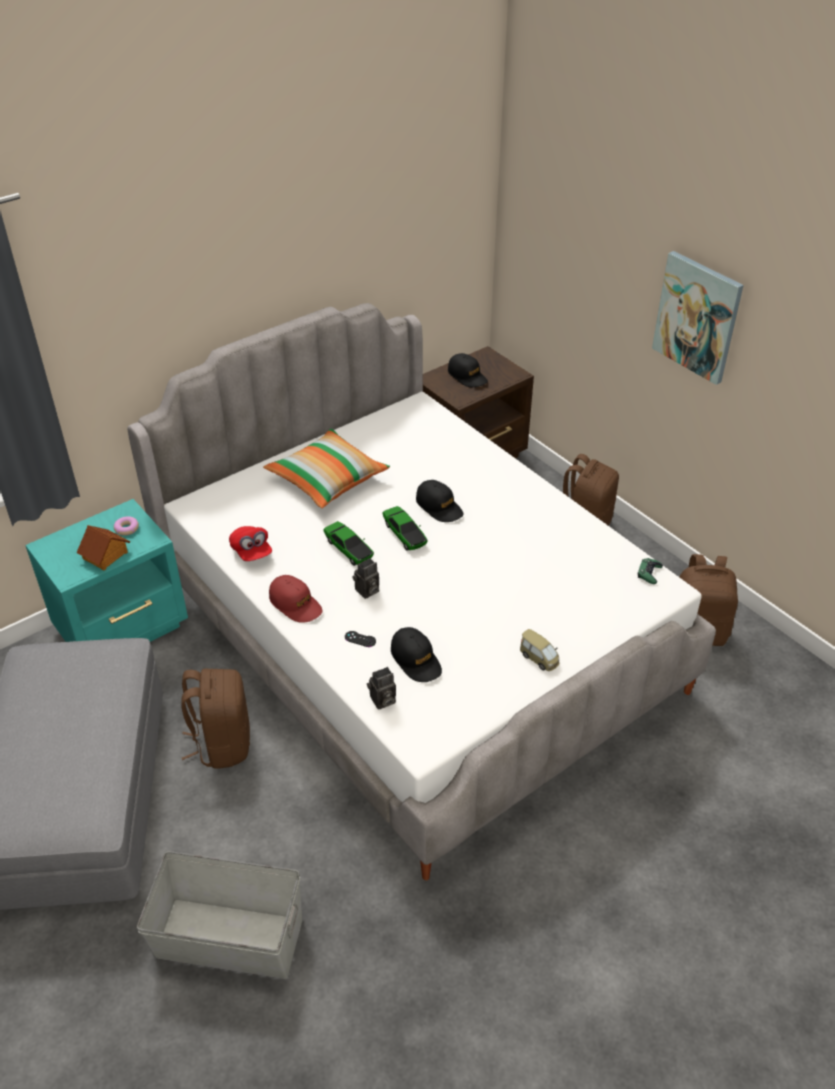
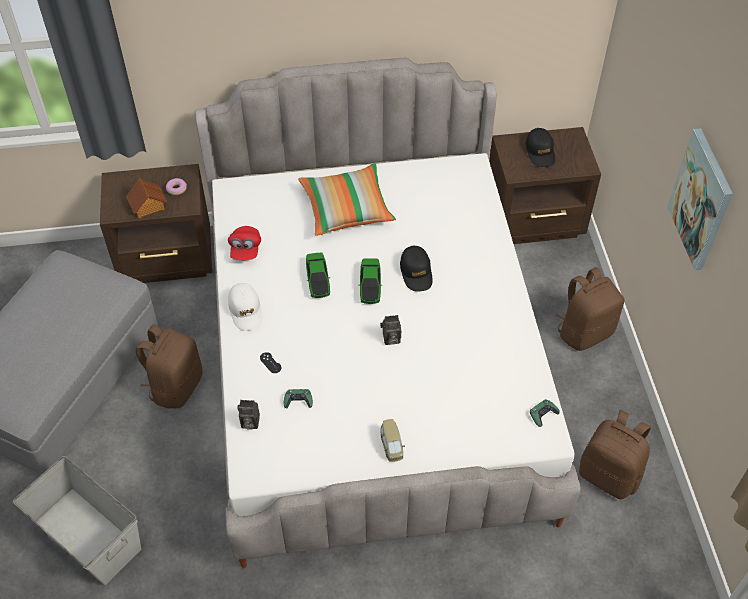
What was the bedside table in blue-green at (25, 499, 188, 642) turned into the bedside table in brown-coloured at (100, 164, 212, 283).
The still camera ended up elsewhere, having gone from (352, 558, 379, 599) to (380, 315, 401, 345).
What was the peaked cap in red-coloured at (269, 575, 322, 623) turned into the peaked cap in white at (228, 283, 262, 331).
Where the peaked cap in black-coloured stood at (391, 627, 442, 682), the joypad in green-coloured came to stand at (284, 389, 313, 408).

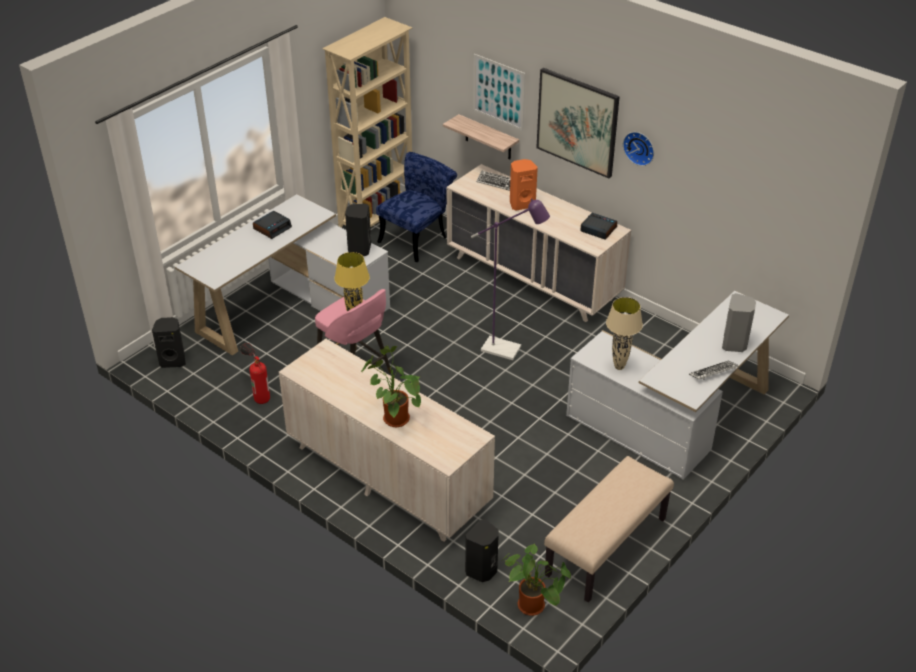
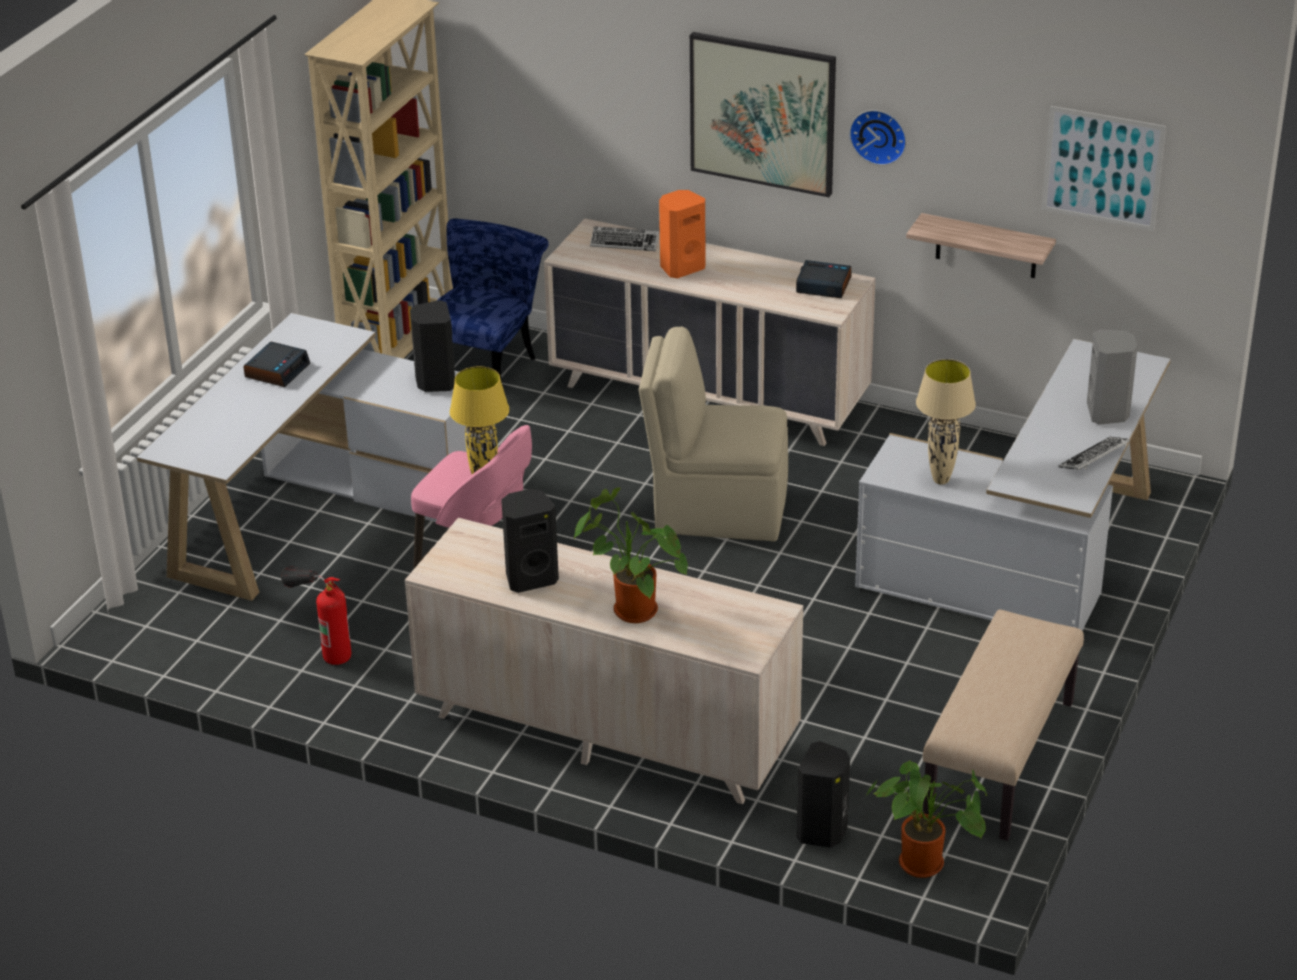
The wall art ended up elsewhere, having gone from (473, 54, 525, 131) to (1042, 106, 1166, 231).
The wall shelf ended up elsewhere, having gone from (443, 114, 519, 159) to (906, 213, 1056, 278).
Where the standard lamp in purplish stood at (471, 198, 550, 360), the upright chair in sand-coloured came to stand at (639, 327, 788, 541).
The speaker in black-coloured ended up elsewhere, having gone from (152, 317, 186, 368) to (501, 489, 559, 593).

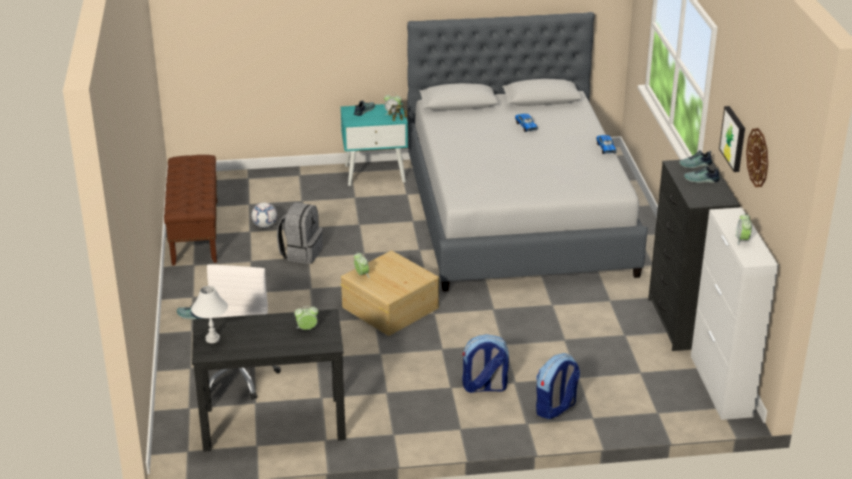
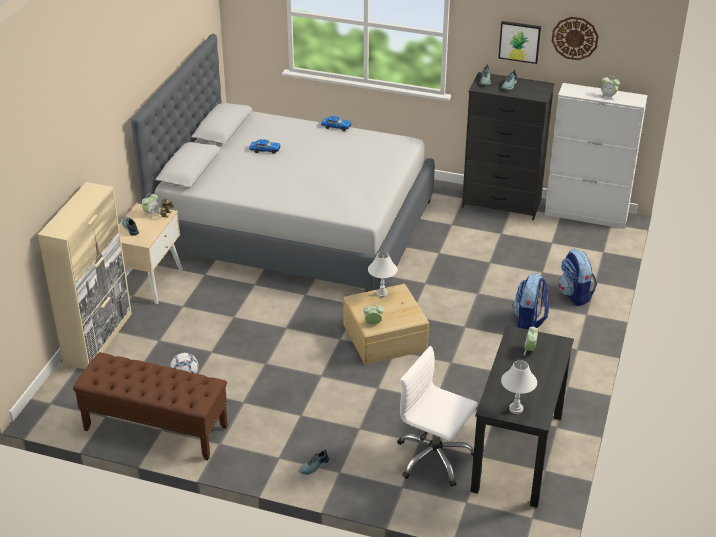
What was the bedside table in blue-green at (341, 103, 408, 186) turned into the bedside table in sand-coloured at (119, 203, 183, 304).
The second view lost the knapsack in greyish at (277, 203, 323, 264).
The second view gained the storage cabinet in sand-coloured at (38, 182, 132, 369).
The second view gained the table lamp in white at (368, 252, 397, 298).

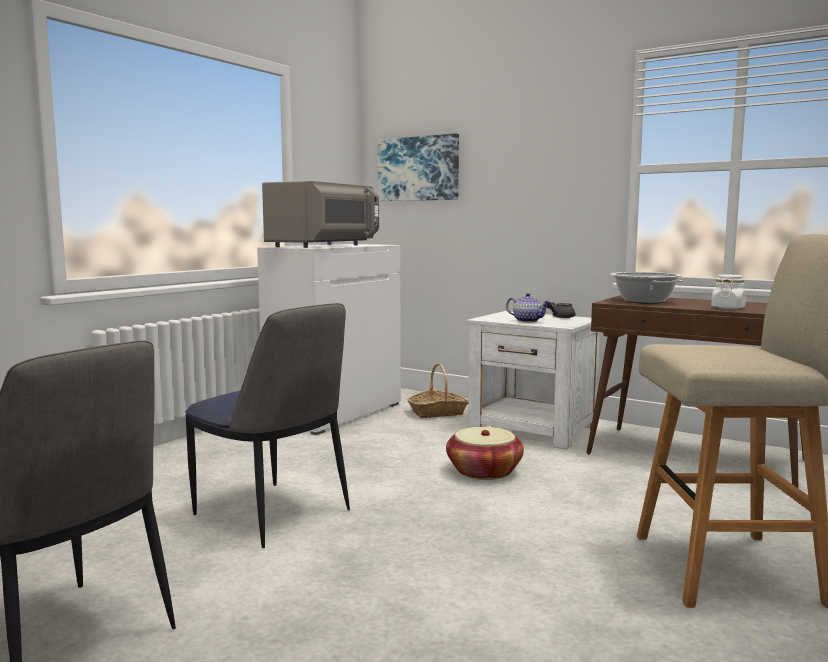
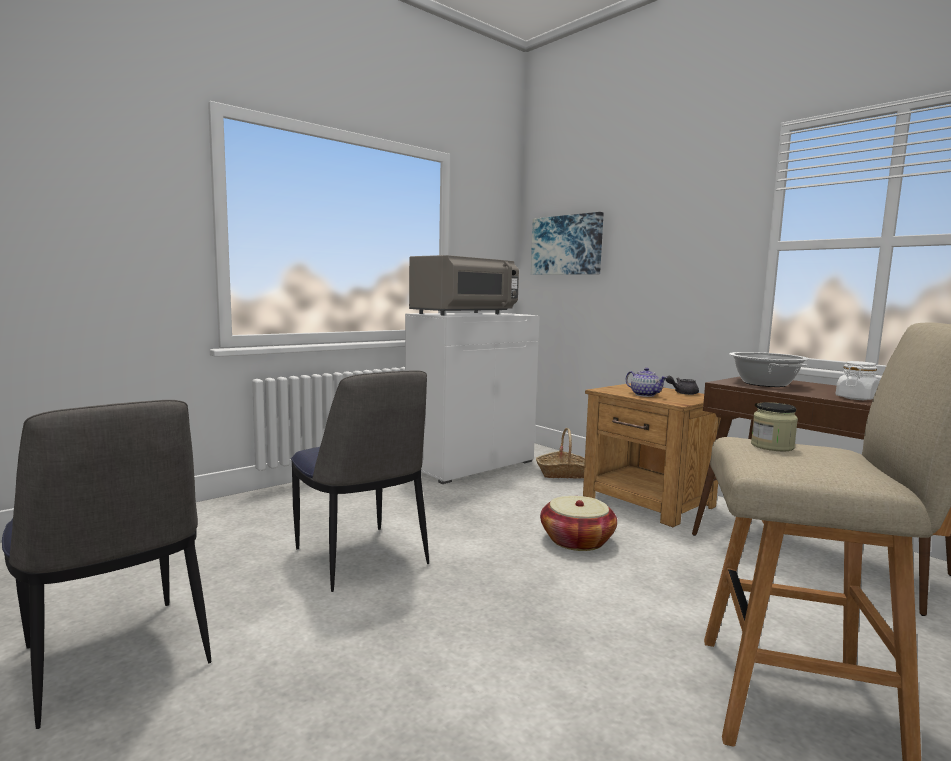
What was the bedside table in white at (466, 311, 600, 450) turned into the bedside table in brown-coloured at (583, 383, 721, 527).
The second view gained the preserve jar at (751, 402, 798, 451).

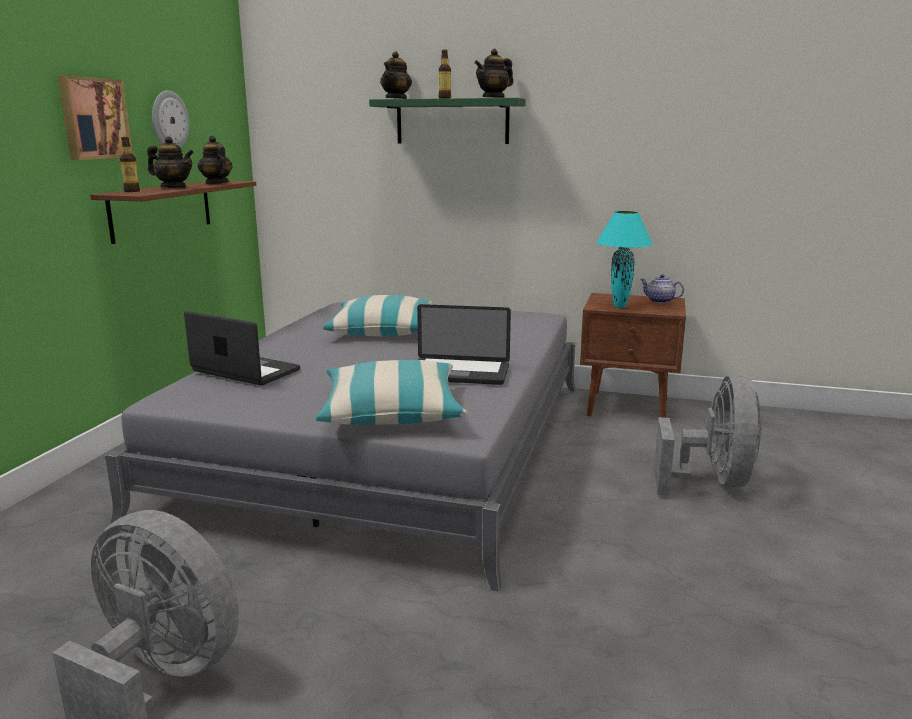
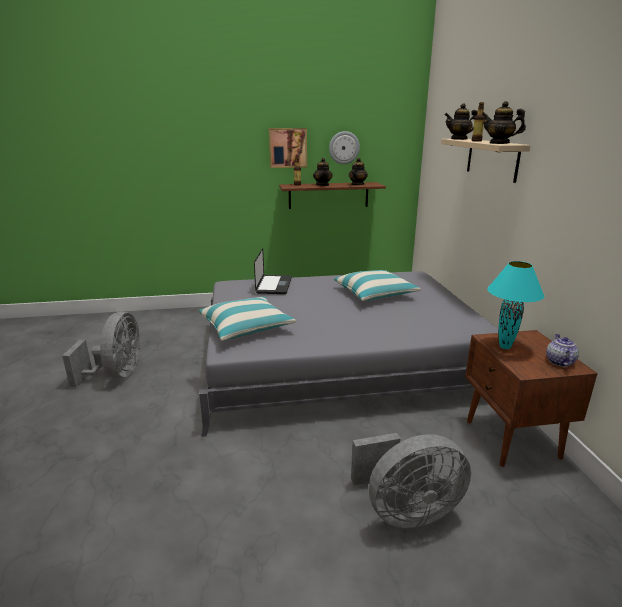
What was the wall shelf in green-coloured at (369, 98, 526, 144) turned into the wall shelf in sand-coloured at (441, 139, 531, 183).
The second view lost the laptop at (417, 304, 511, 385).

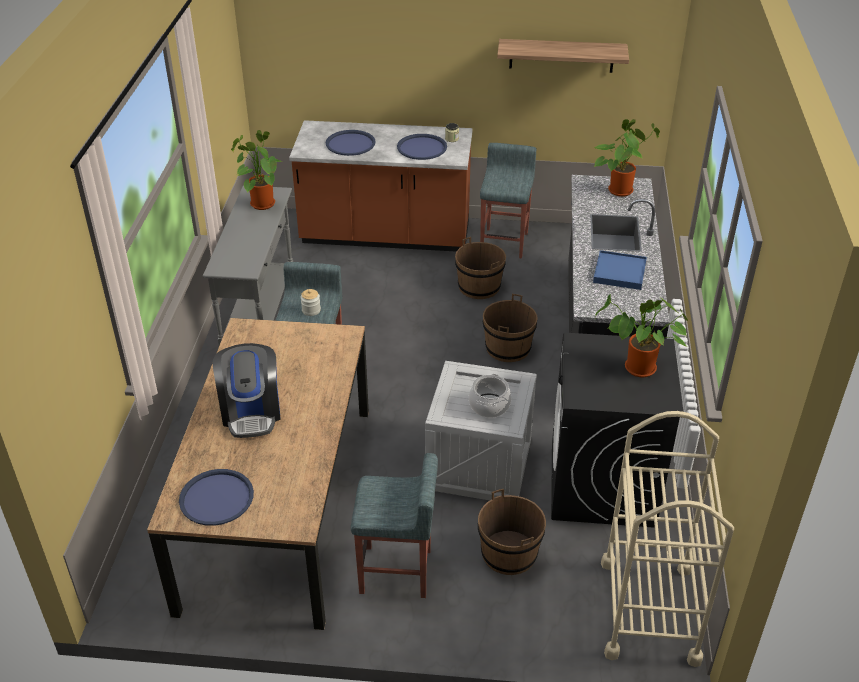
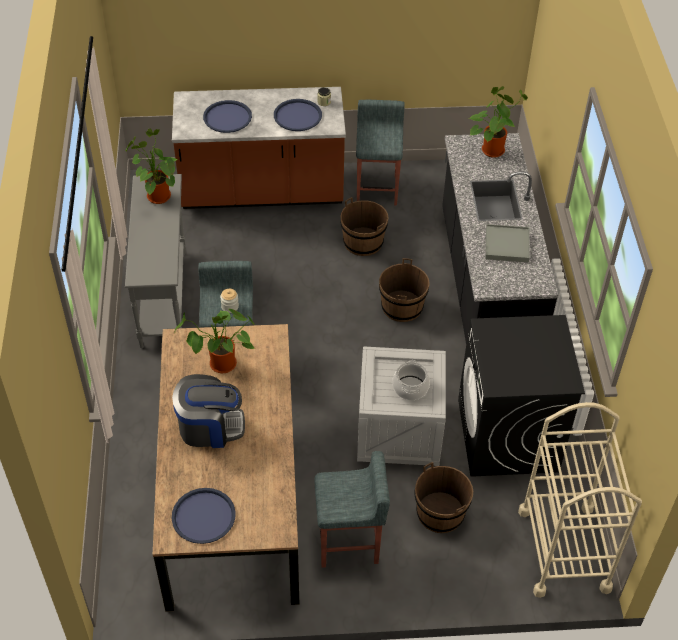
The second view lost the wall shelf at (497, 39, 629, 73).
What was the carrying tray in blue-coloured at (593, 250, 647, 290) turned into the carrying tray in greyish at (485, 224, 530, 263).
The plant in a pot ended up elsewhere, having gone from (595, 294, 688, 377) to (174, 309, 255, 373).
The coffee brewer at (213, 343, 281, 438) ended up facing another way, 75 degrees counterclockwise from before.

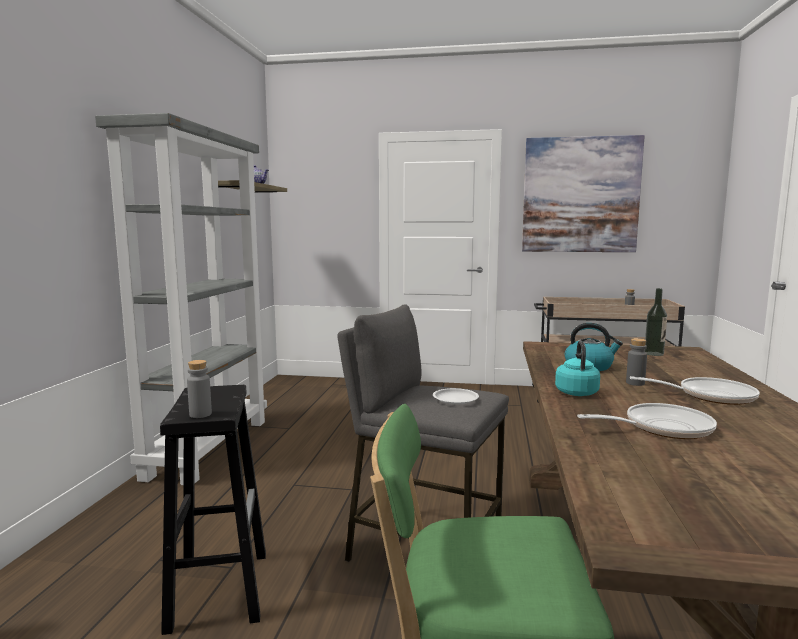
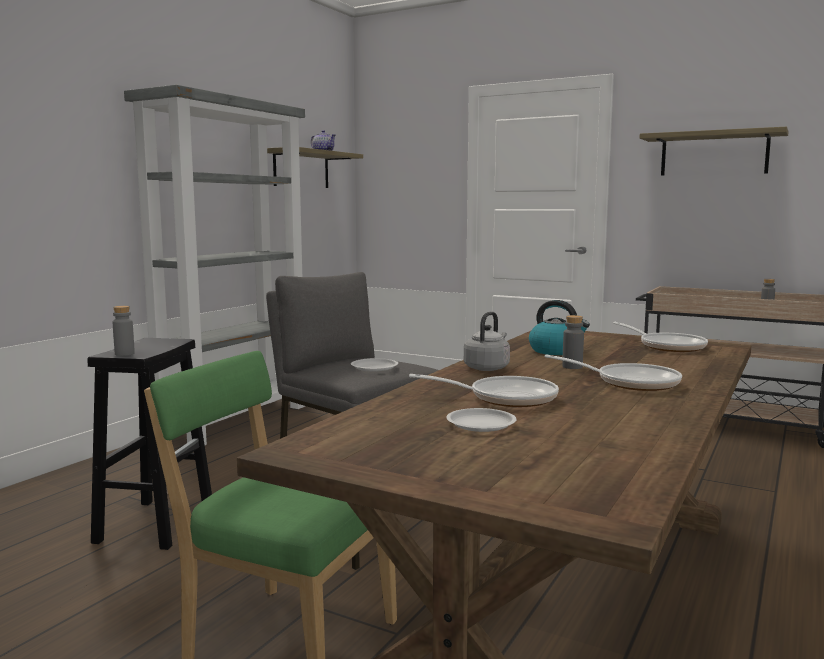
Where the wall art hung at (522, 135, 645, 252), the wall shelf came to hang at (640, 127, 789, 176).
Where the beverage bottle stood at (644, 288, 667, 356), the frying pan came to stand at (613, 322, 708, 352).
What was the water kettle in blue-green at (555, 341, 600, 396) turned into the water kettle in greyish at (464, 312, 510, 371).
The second view gained the dinner plate in white at (446, 408, 516, 432).

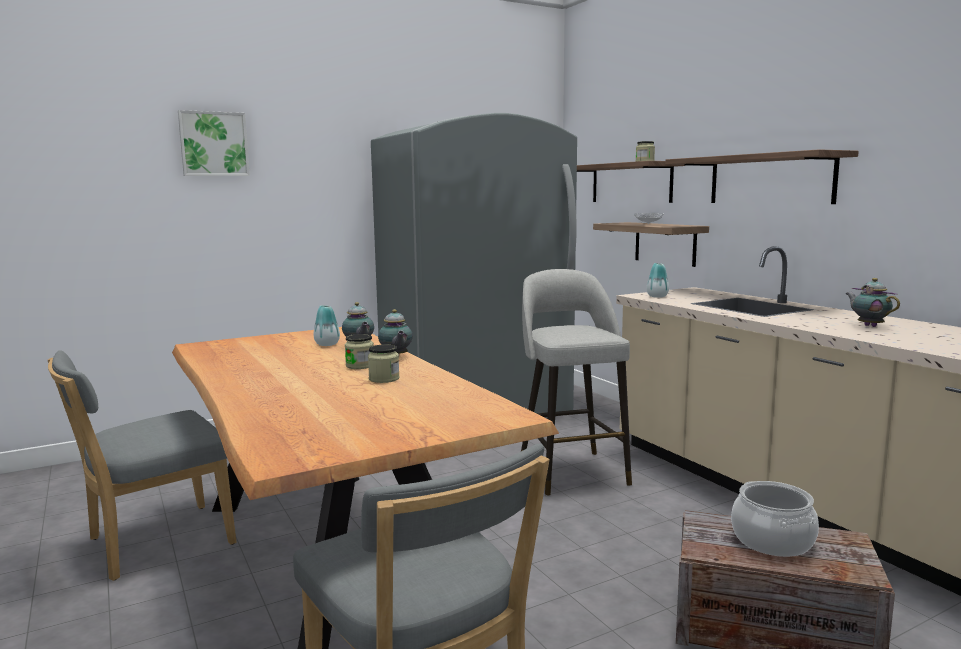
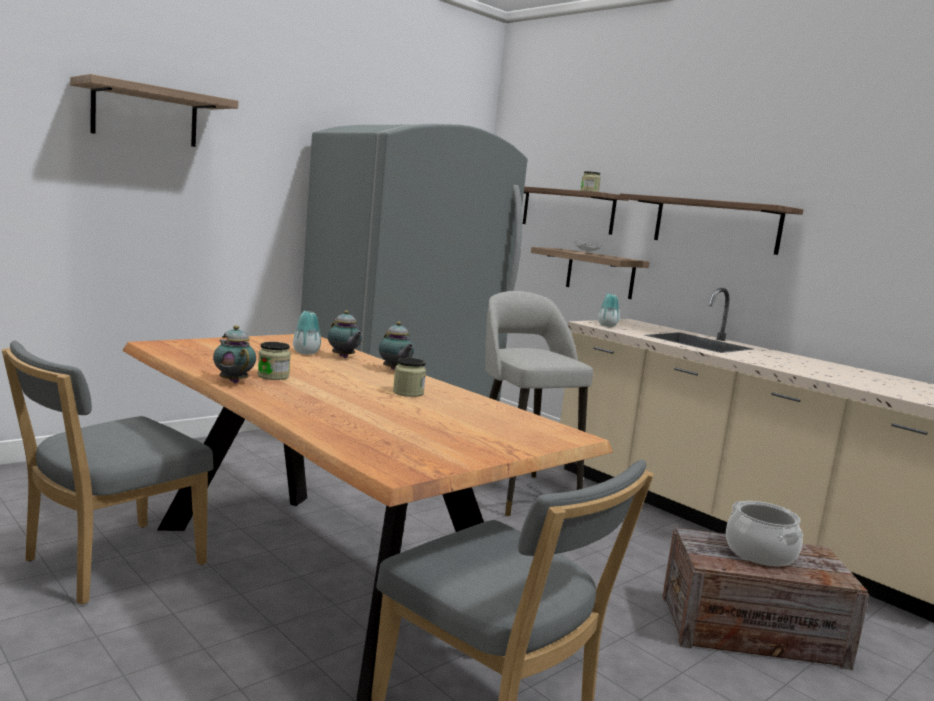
Where the wall art hung at (178, 110, 250, 176), the wall shelf came to hang at (70, 74, 238, 147).
The pot for tea ended up elsewhere, having gone from (845, 278, 900, 327) to (213, 325, 256, 383).
The preserve jar ended up elsewhere, having gone from (345, 334, 374, 369) to (258, 342, 291, 380).

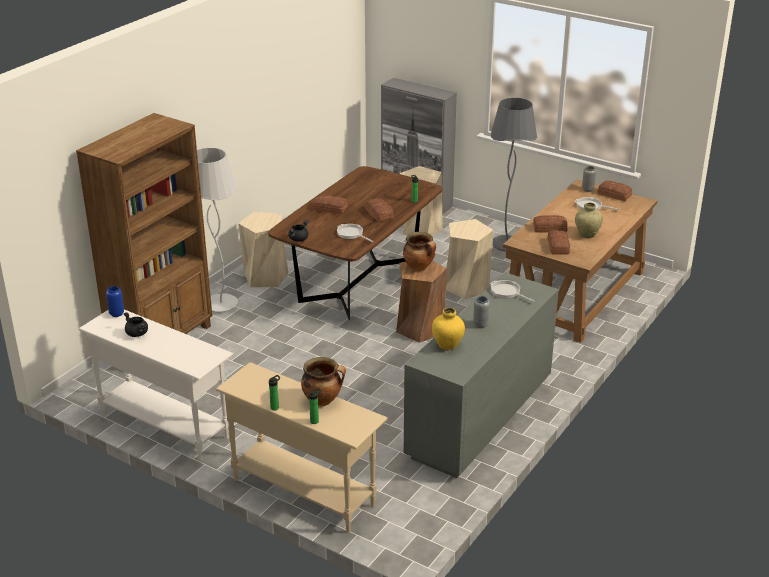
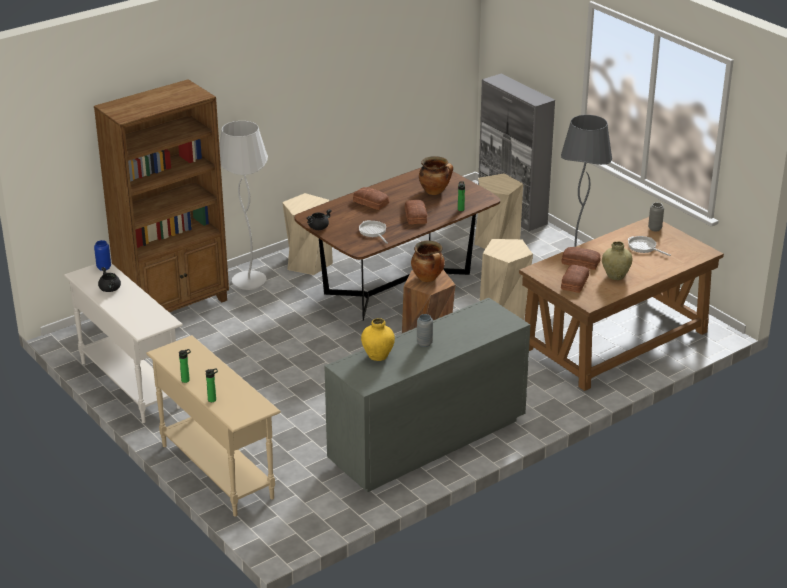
The second view lost the bakery bread at (597, 181, 632, 201).
The second view lost the frying pan at (490, 280, 535, 302).
The saucepot ended up elsewhere, having gone from (301, 357, 346, 406) to (419, 156, 453, 195).

